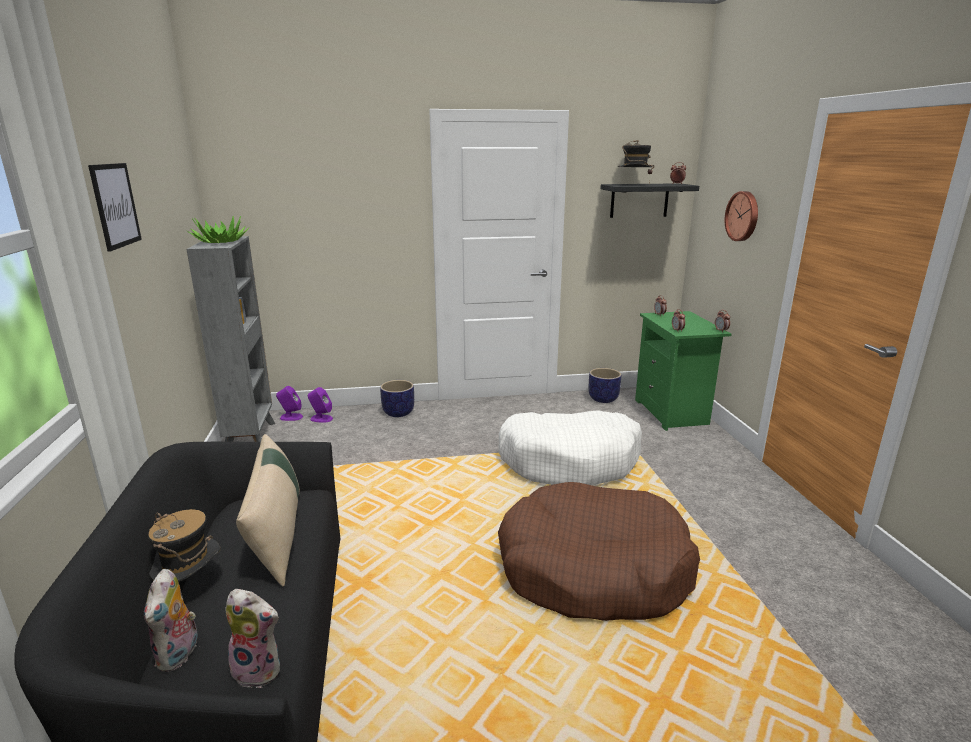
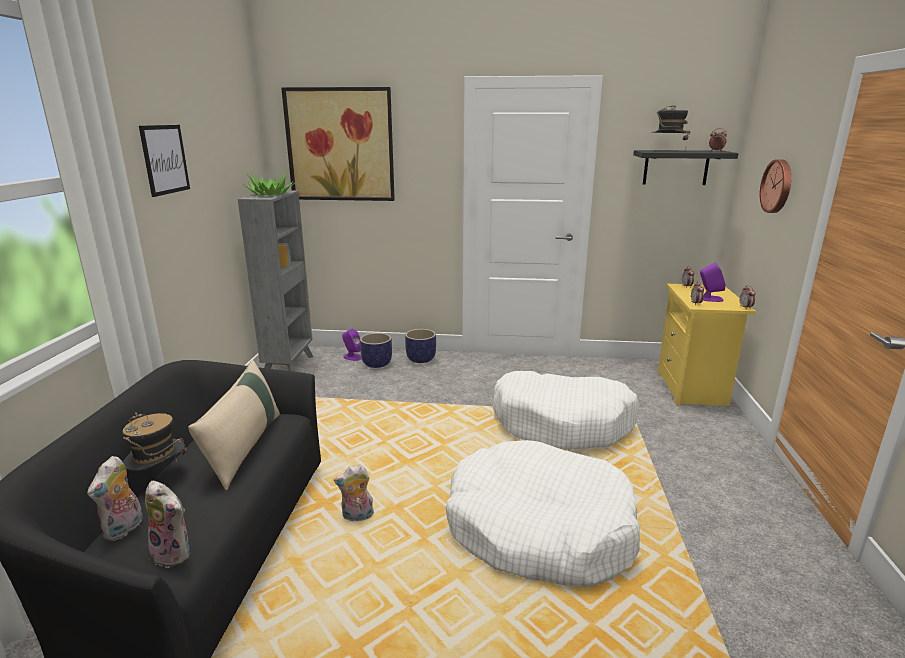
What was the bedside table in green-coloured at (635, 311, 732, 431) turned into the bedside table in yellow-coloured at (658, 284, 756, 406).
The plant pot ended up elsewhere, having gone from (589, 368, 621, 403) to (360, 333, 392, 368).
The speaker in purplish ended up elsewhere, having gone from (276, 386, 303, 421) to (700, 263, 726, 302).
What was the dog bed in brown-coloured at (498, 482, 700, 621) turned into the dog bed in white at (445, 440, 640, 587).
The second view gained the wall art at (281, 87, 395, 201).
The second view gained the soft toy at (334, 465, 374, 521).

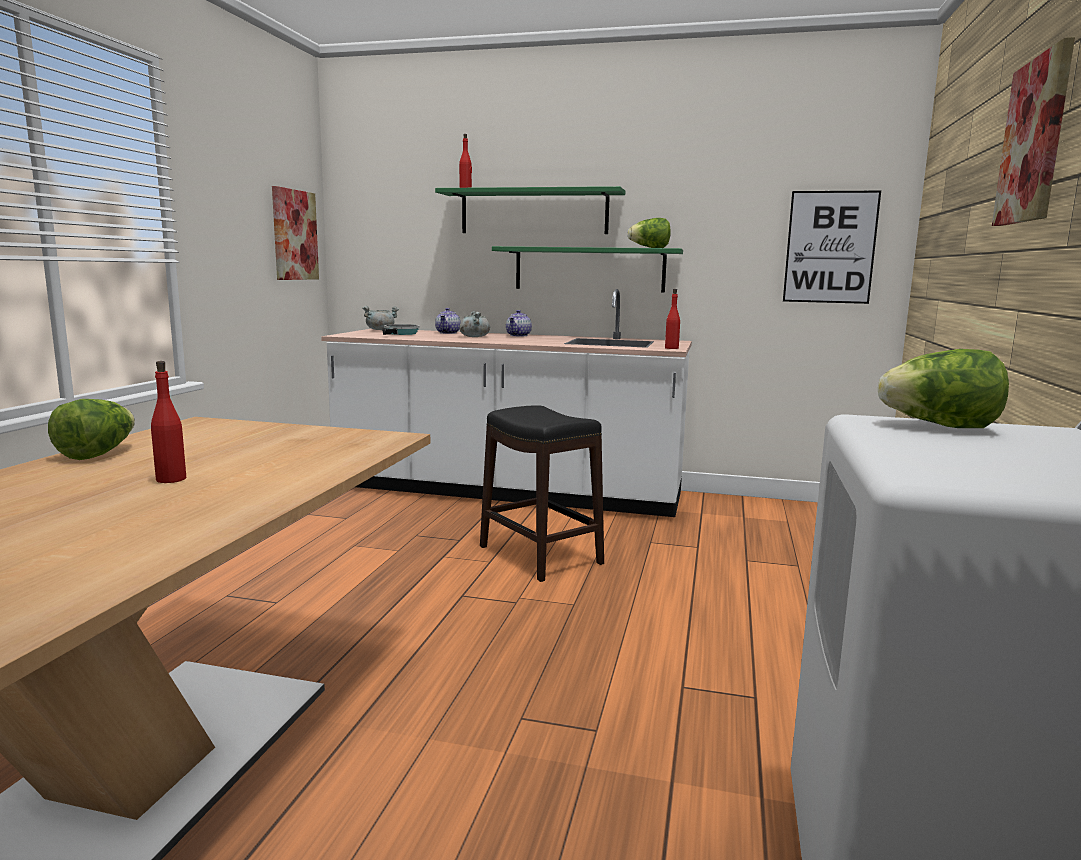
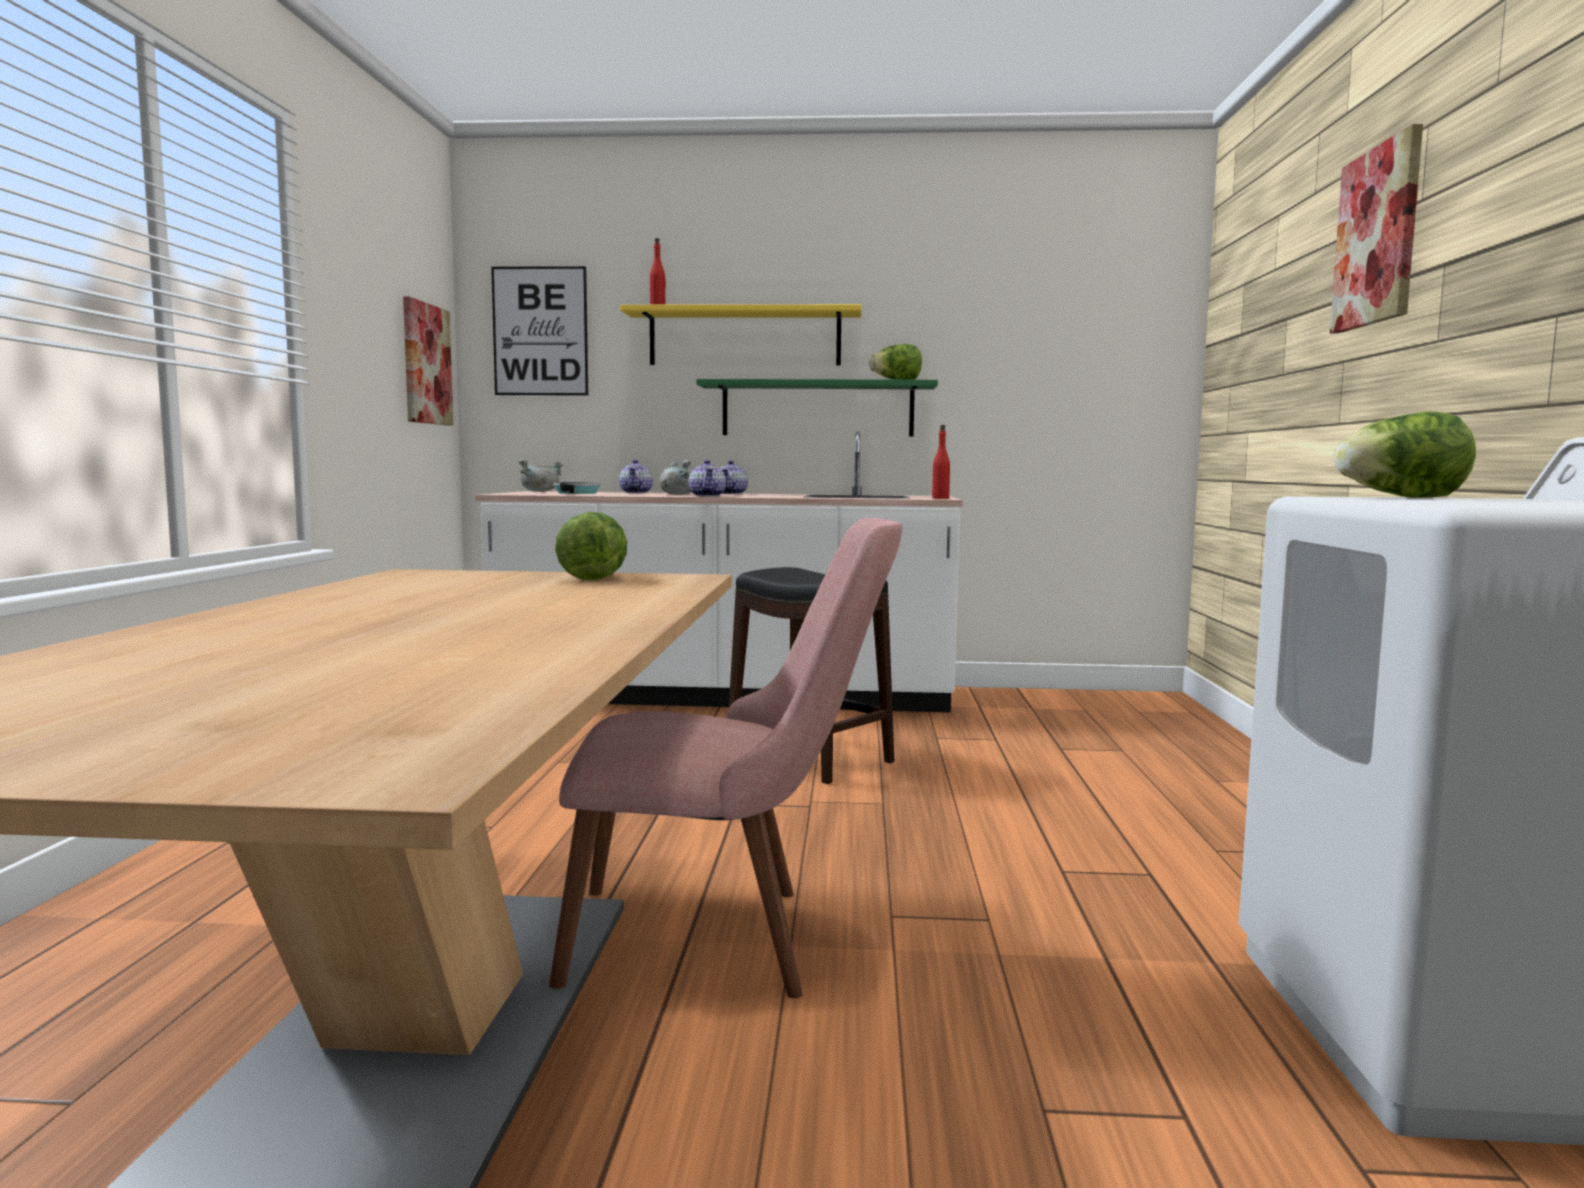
What was the wall shelf in green-coloured at (435, 186, 625, 234) turned into the wall shelf in yellow-coloured at (620, 304, 861, 365).
The wall art ended up elsewhere, having gone from (783, 191, 881, 304) to (491, 266, 588, 396).
The second view lost the beverage bottle in red-coloured at (151, 361, 186, 483).
The head of lettuce ended up elsewhere, having gone from (48, 399, 135, 460) to (555, 512, 627, 580).
The second view gained the pot for tea at (689, 460, 726, 497).
The second view gained the upright chair in pink-coloured at (549, 518, 902, 998).

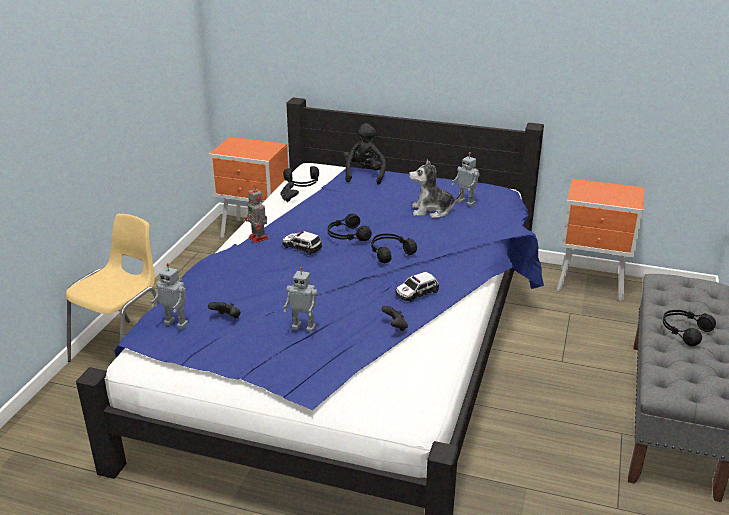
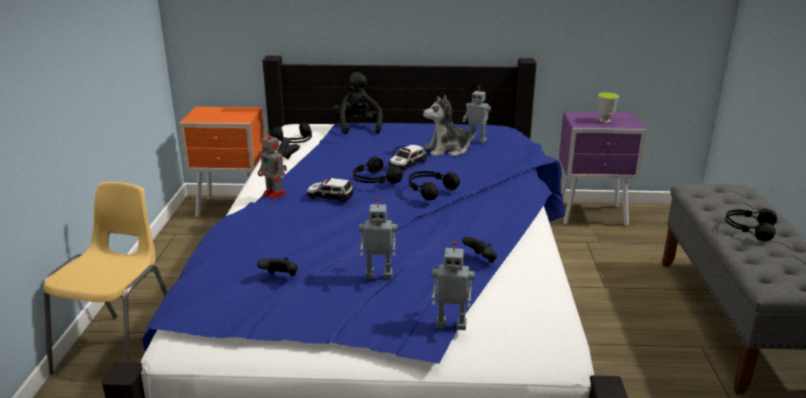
What was the bedside table in orangey at (557, 179, 644, 301) turned into the bedside table in purplish at (559, 111, 647, 226).
The toy robot ended up elsewhere, having gone from (151, 263, 188, 329) to (432, 241, 475, 330).
The toy car ended up elsewhere, having gone from (395, 272, 439, 302) to (389, 144, 427, 170).
The second view gained the drinking cup at (598, 93, 619, 123).

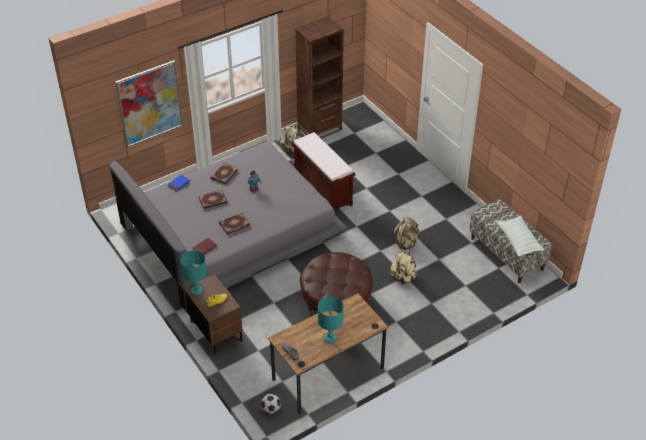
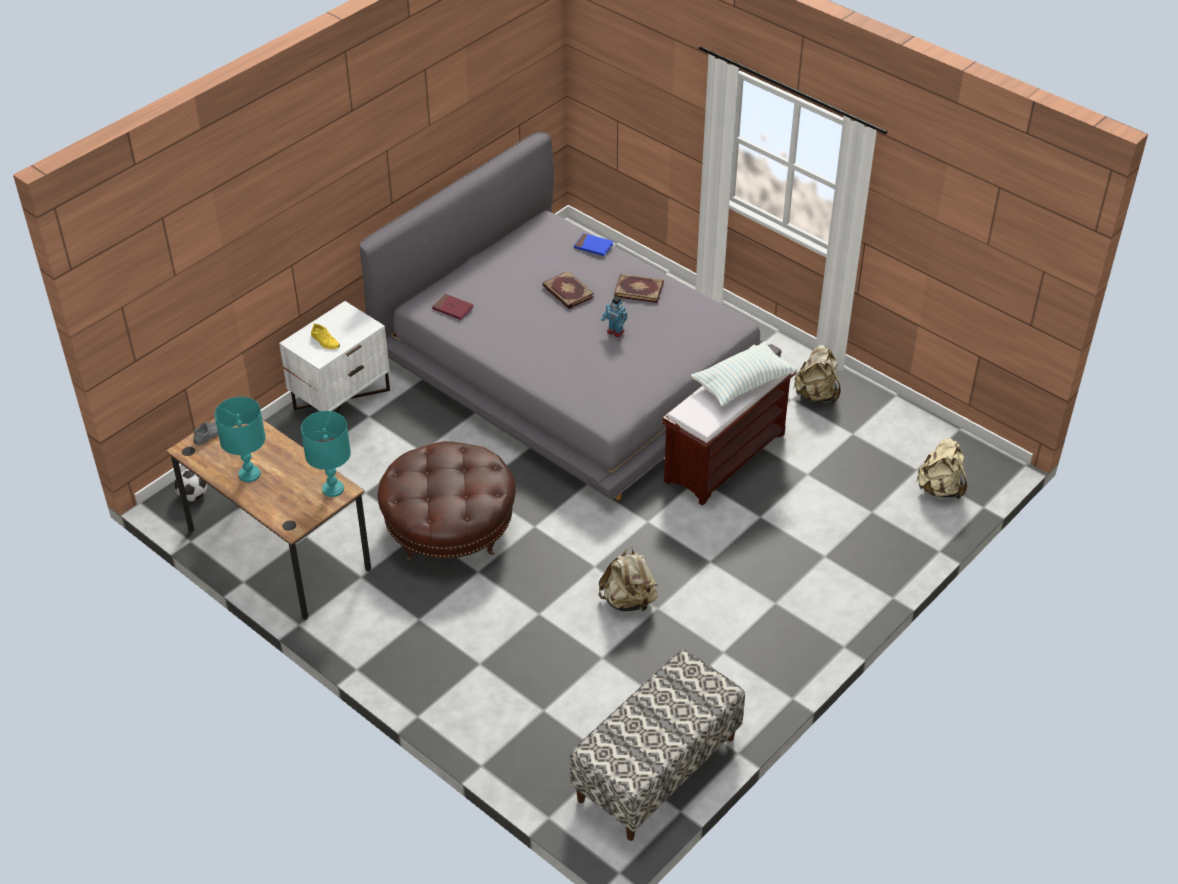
The second view lost the bookcase in brown-coloured at (295, 17, 344, 138).
The second view lost the wall art at (115, 60, 183, 148).
The second view lost the book at (219, 213, 250, 234).
The throw pillow ended up elsewhere, having gone from (496, 215, 544, 257) to (691, 341, 797, 407).
The table lamp in blue-green ended up elsewhere, having gone from (180, 250, 207, 295) to (301, 411, 351, 497).
The knapsack in sand-coloured ended up elsewhere, having gone from (390, 251, 416, 285) to (916, 438, 967, 499).
What was the bedside table in brown-coloured at (184, 274, 243, 354) turned into the bedside table in white at (279, 301, 390, 413).

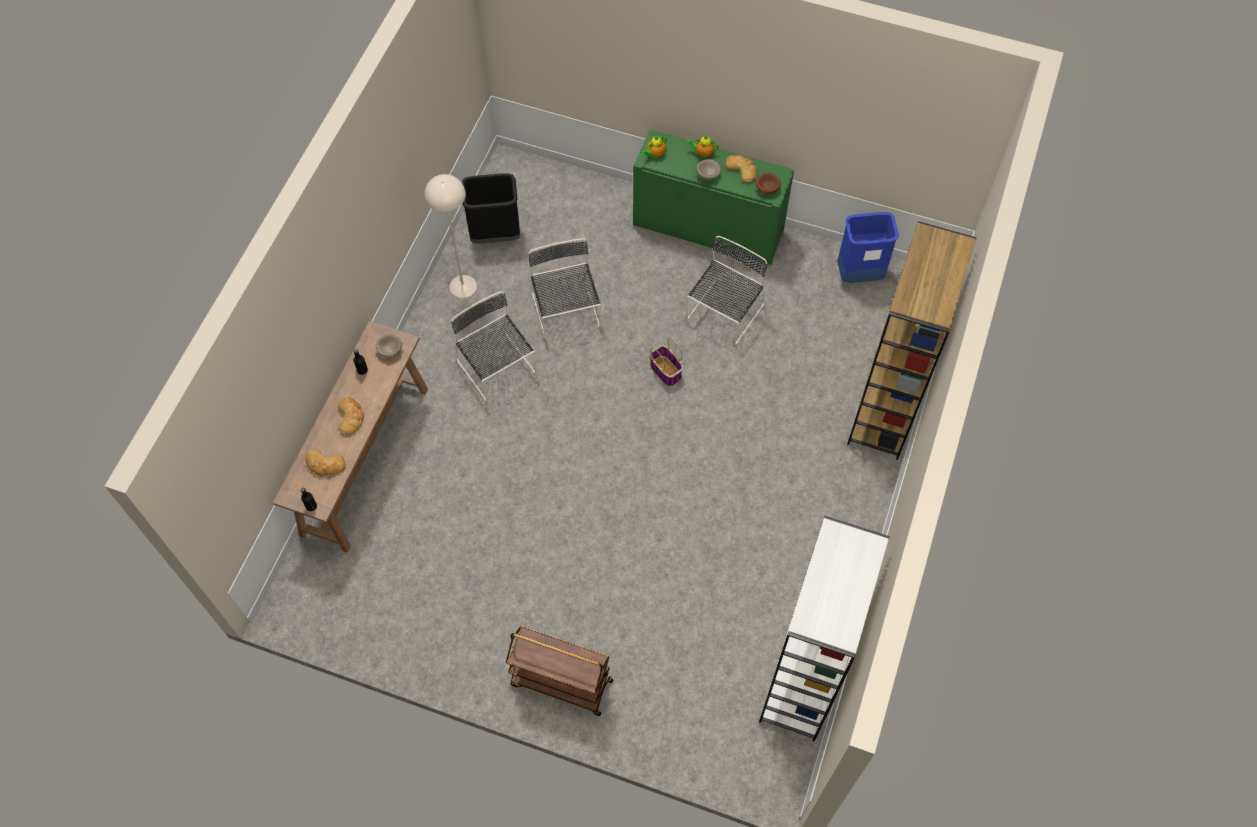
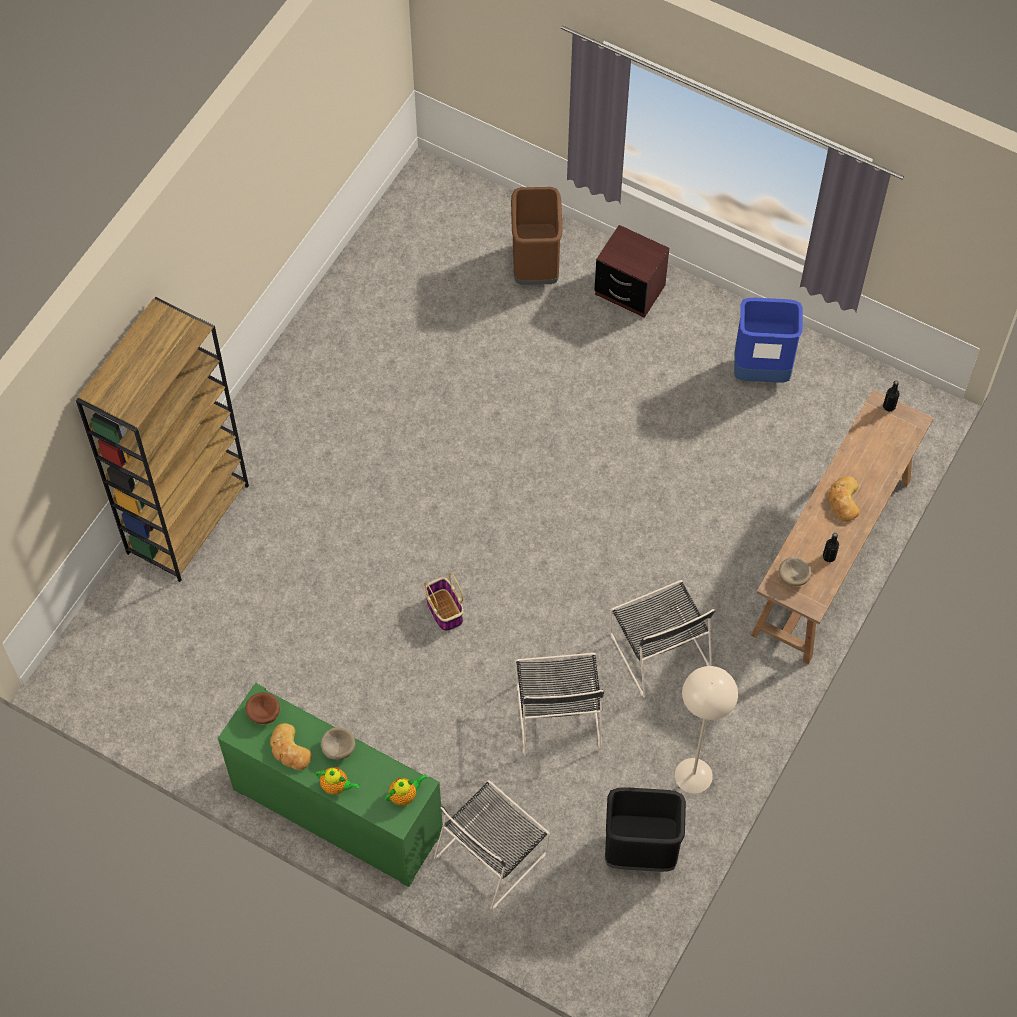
The trash can in blue-coloured ended up elsewhere, having gone from (837, 212, 899, 283) to (734, 298, 803, 383).
The upright chair in black-coloured ended up elsewhere, having gone from (686, 236, 768, 345) to (434, 780, 550, 910).
The second view lost the bakery bread at (305, 449, 346, 476).
The second view lost the bookcase in white at (759, 516, 890, 741).
Where the cart in brown-coloured stood at (506, 626, 613, 716), the bedside table in brown-coloured came to stand at (594, 225, 669, 318).
The second view gained the trash can in brown-coloured at (511, 187, 562, 285).

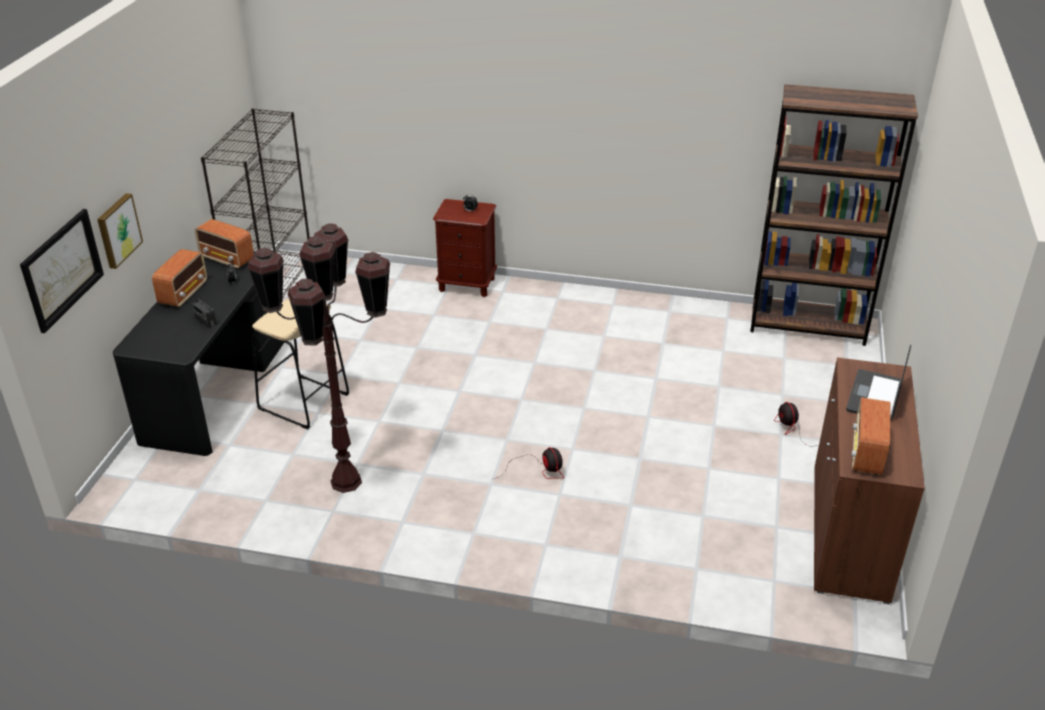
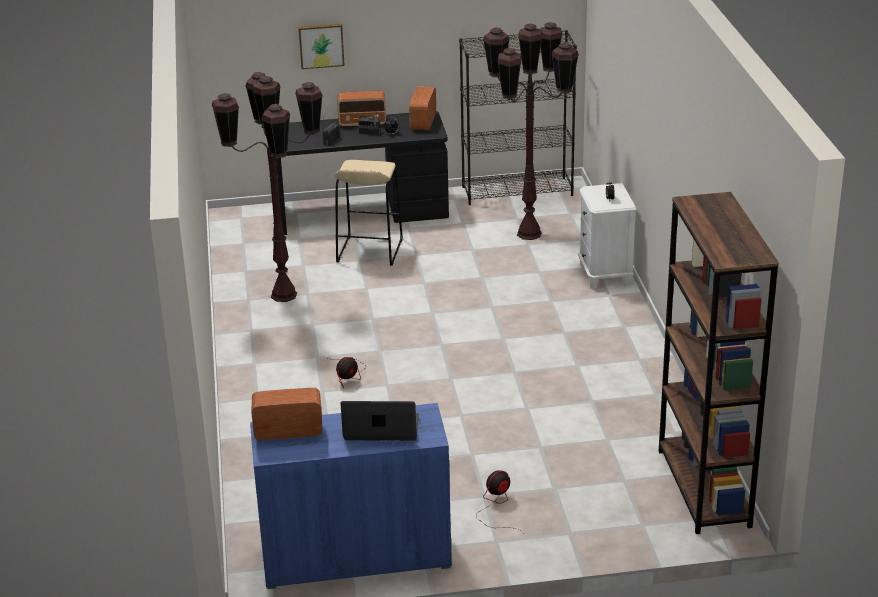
What was the bedside table in brown-coloured at (433, 199, 497, 297) turned into the bedside table in white at (578, 183, 636, 289).
The second view lost the wall art at (20, 209, 104, 333).
What was the storage cabinet in brown-coloured at (814, 357, 925, 604) turned into the storage cabinet in blue-coloured at (250, 403, 452, 589).
The second view gained the standard lamp in brown-coloured at (483, 22, 579, 240).
The second view gained the radio receiver at (358, 106, 381, 135).

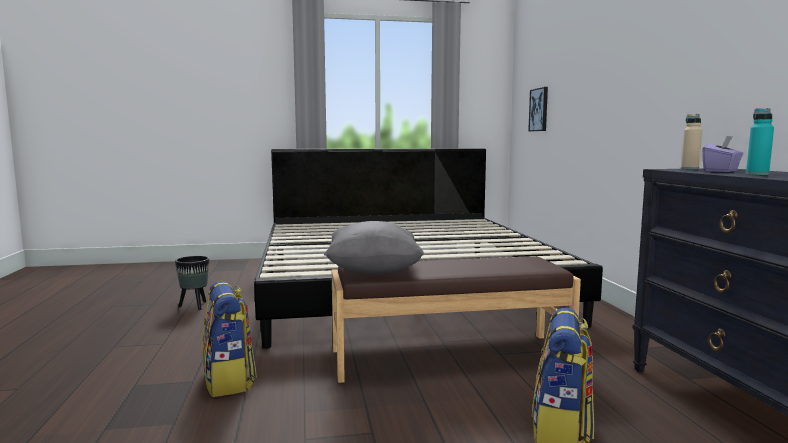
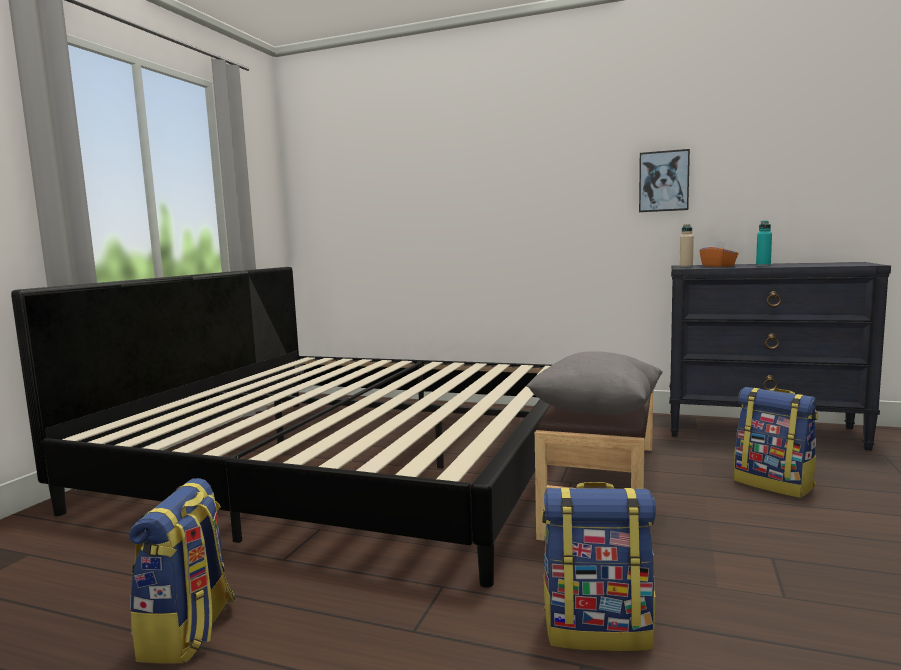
The wall art ended up elsewhere, having gone from (528, 87, 548, 131) to (639, 149, 690, 212).
What was the tissue box in purplish at (702, 136, 743, 172) turned into the tissue box in orangey at (700, 240, 739, 267).
Where the plant pot in black-coloured stood at (175, 256, 209, 310), the knapsack came to stand at (129, 478, 236, 664).

